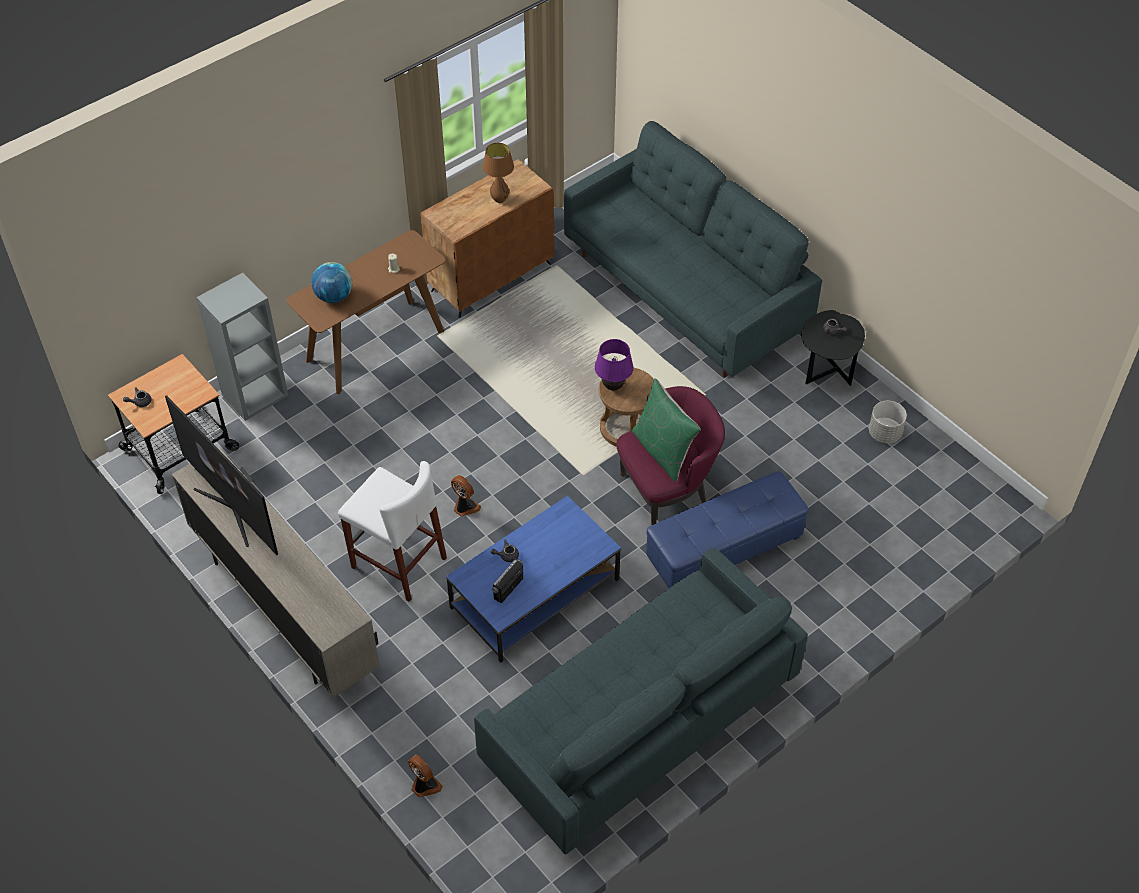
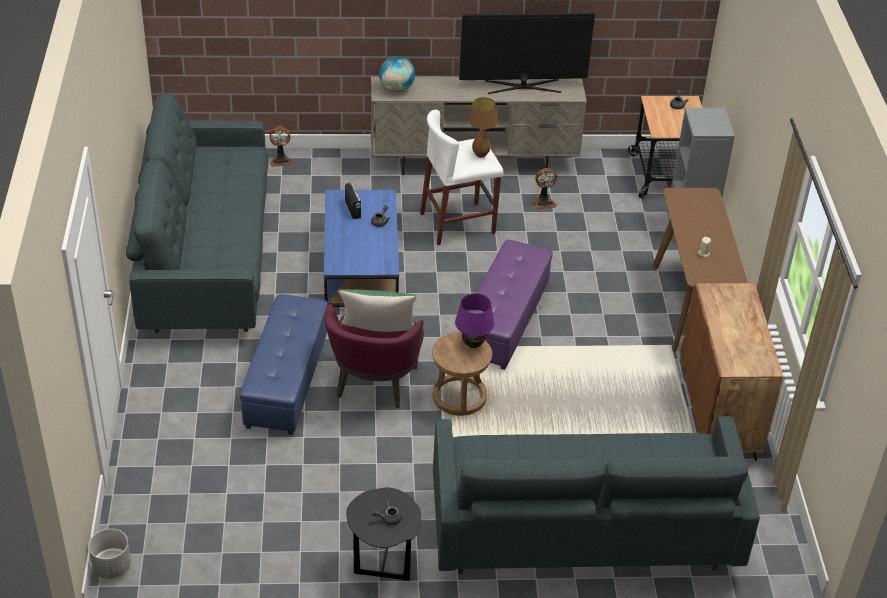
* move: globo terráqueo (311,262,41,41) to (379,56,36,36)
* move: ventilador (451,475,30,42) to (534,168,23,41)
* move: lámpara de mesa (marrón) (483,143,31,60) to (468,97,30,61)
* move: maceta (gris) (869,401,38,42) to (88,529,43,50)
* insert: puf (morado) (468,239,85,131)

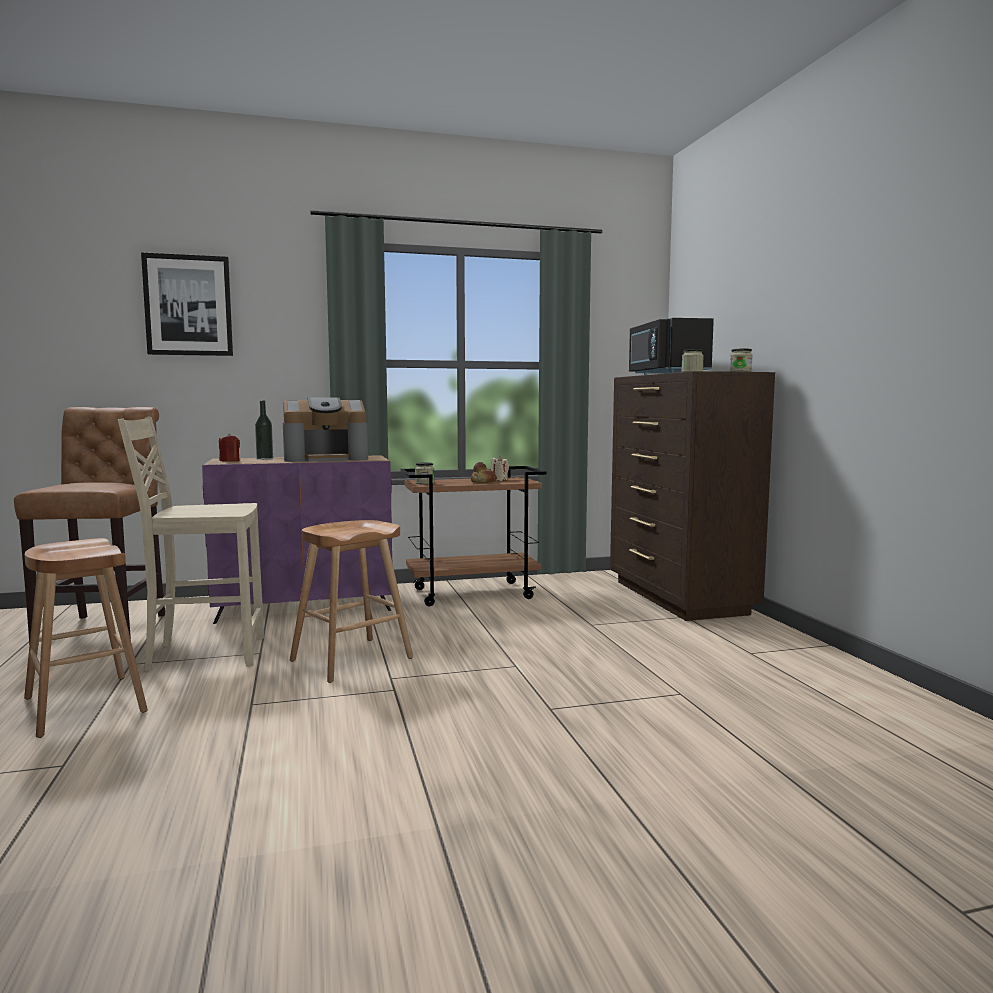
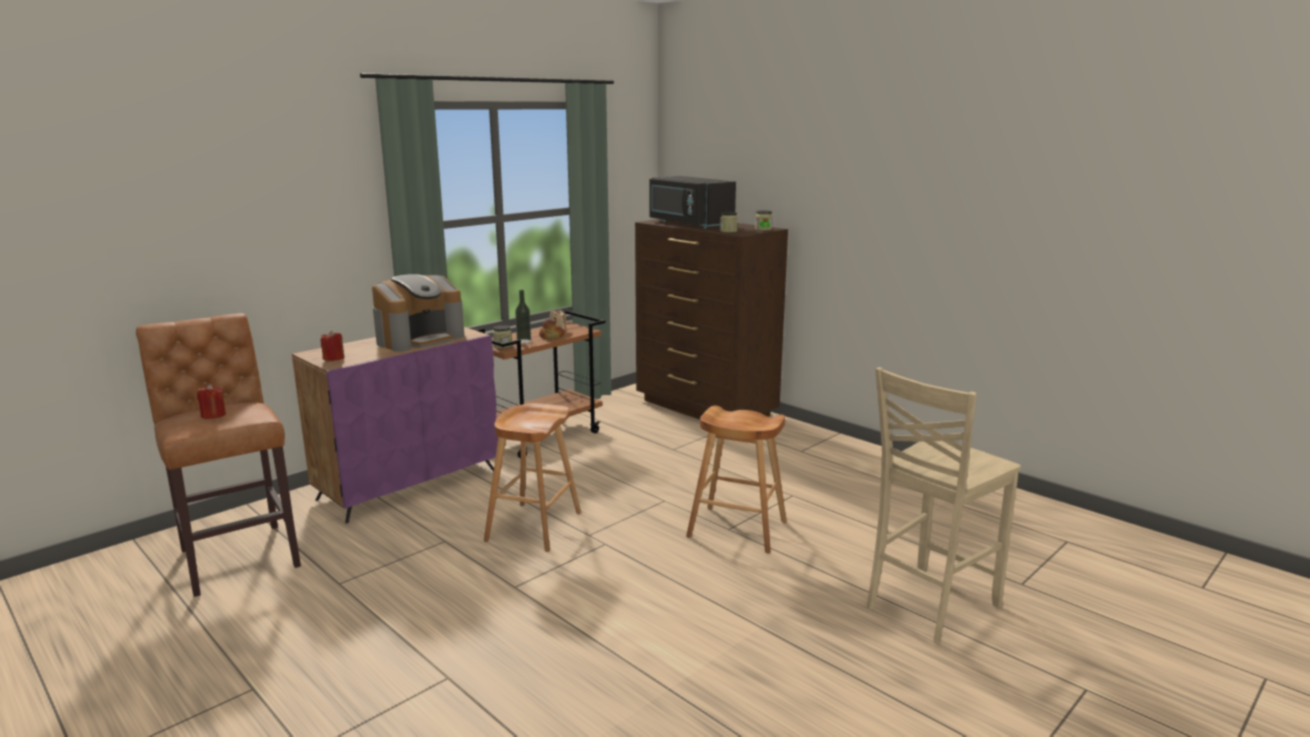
* move: taburete (marrón) (24,538,124,200) to (686,406,101,148)
* move: silla (beis) (118,417,146,254) to (867,367,154,277)
* delete: cuadro (141,252,92,104)
* move: botella (255,400,18,60) to (515,290,16,53)
* insert: vela (rojo) (197,384,29,35)

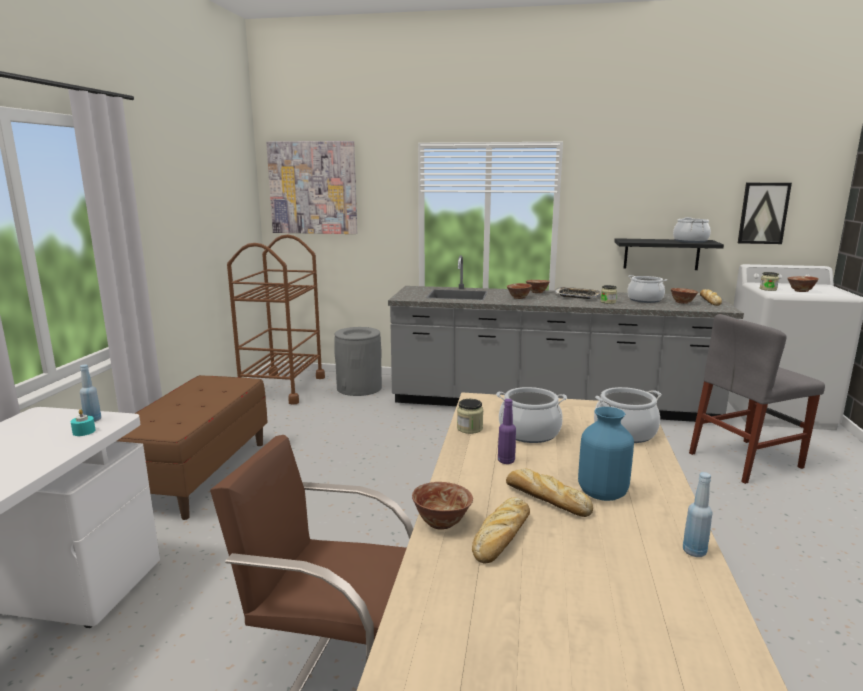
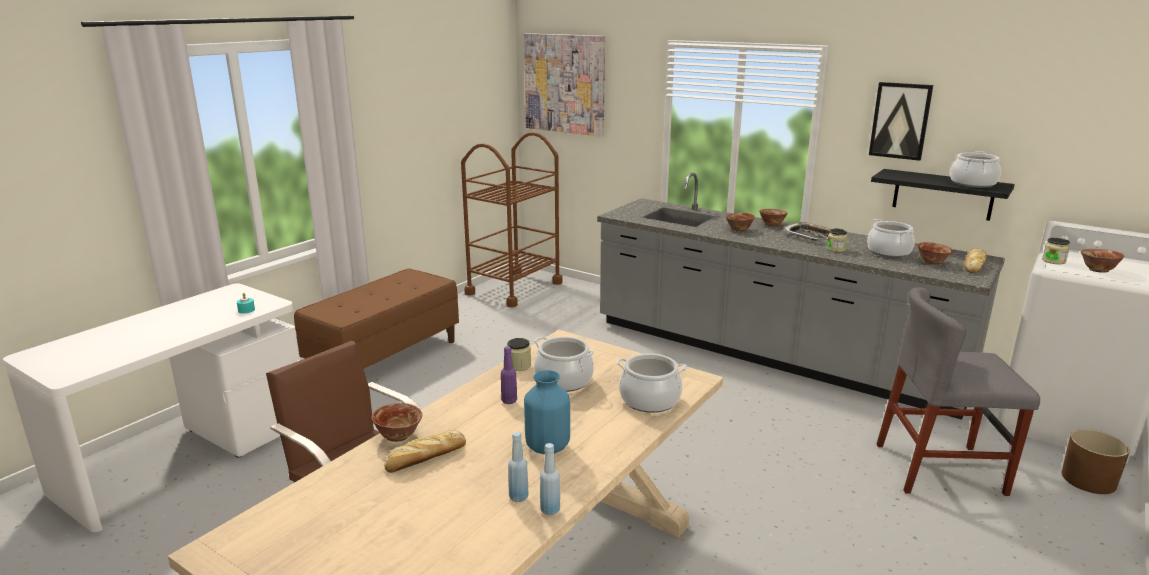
* move: botella (azul) (80,364,21,58) to (508,432,20,70)
* delete: papelera (gris) (334,327,48,69)
* delete: pan (506,468,87,49)
* move: cuadro (738,183,54,61) to (869,82,64,79)
* insert: maceta (marrón) (1062,429,68,65)

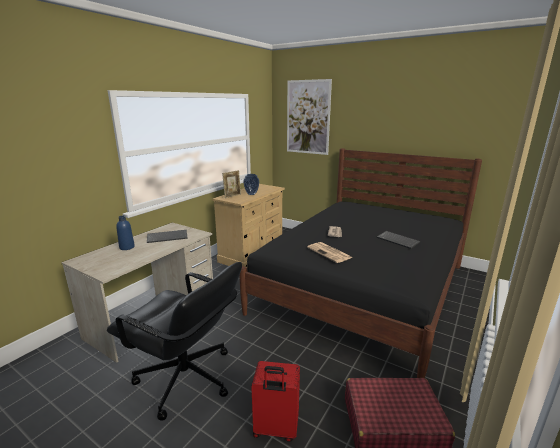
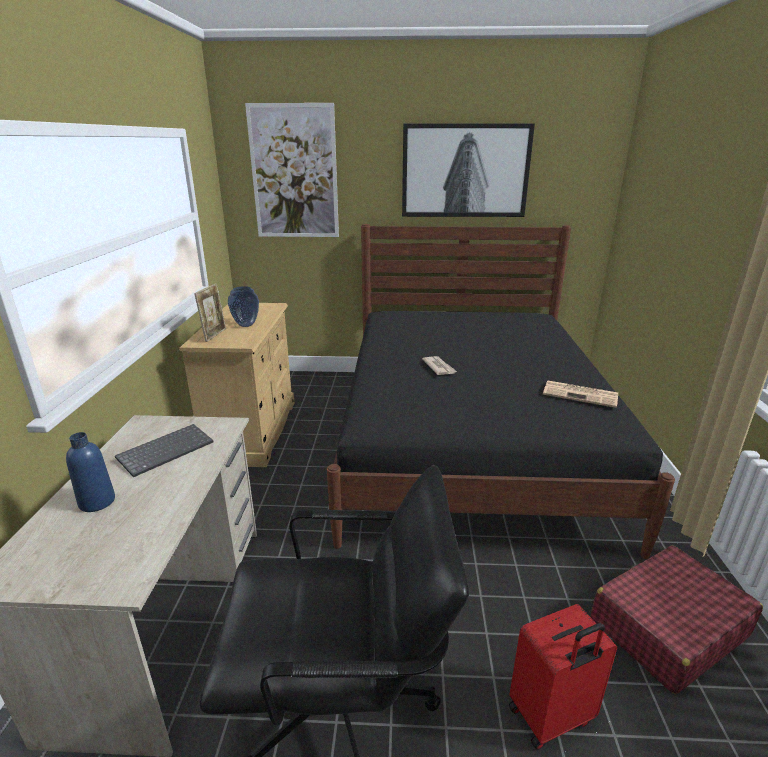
* move: periódico (307,242,46,21) to (543,380,75,28)
* delete: teclado (377,231,43,18)
* insert: cuadro (402,123,133,94)

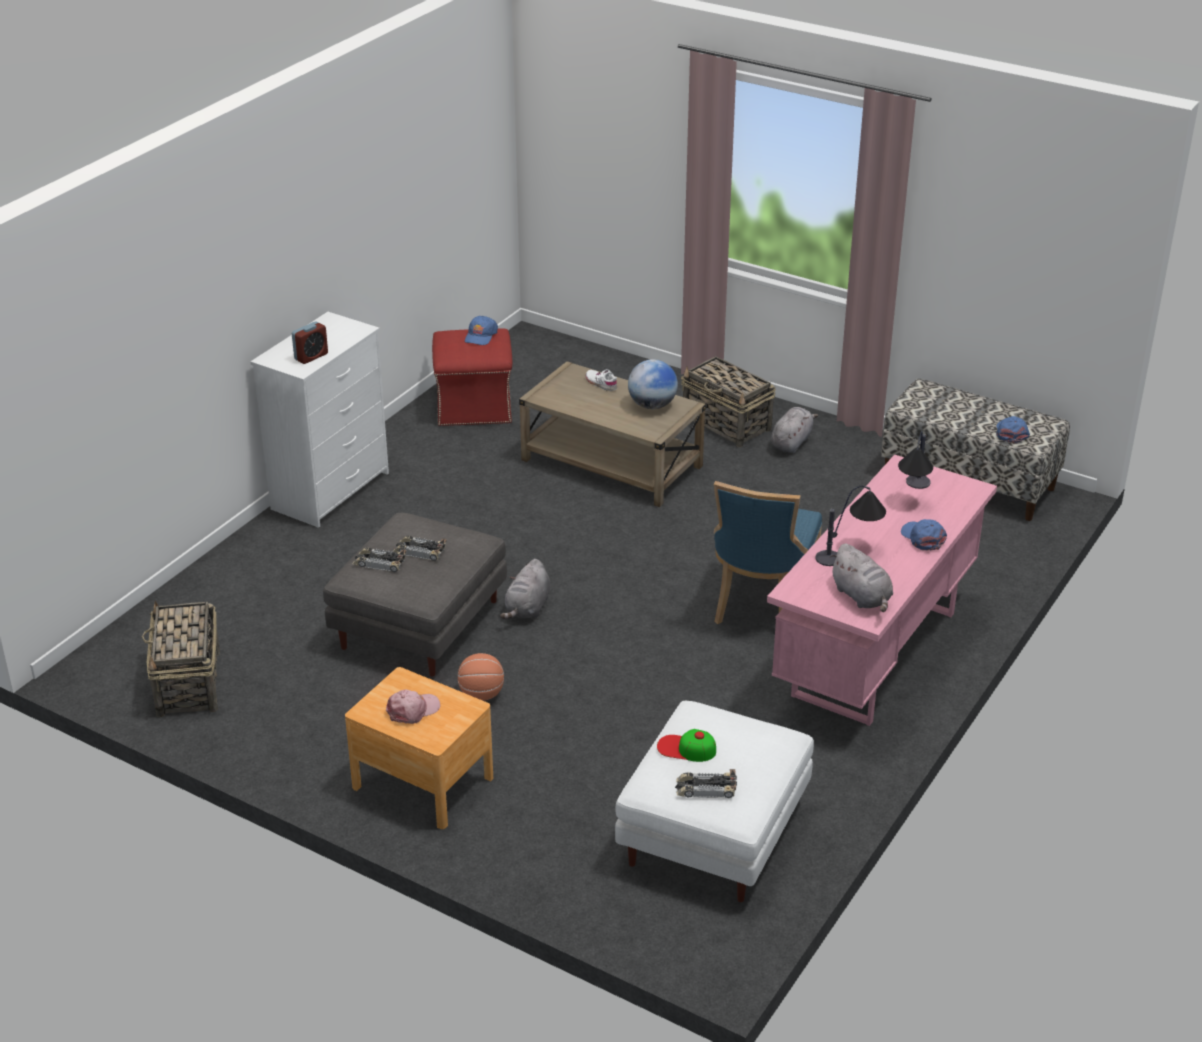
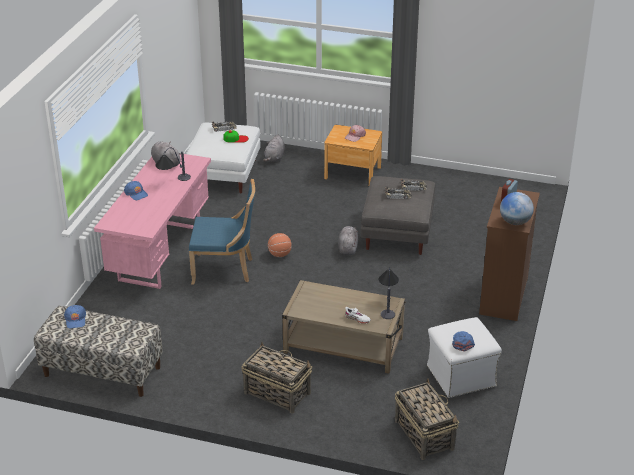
* move: cesta (142,601,78,116) to (395,379,64,81)
* recolor: cómoda (blanco) (250,312,139,216) to cómoda (marrón) (479,187,61,134)
* recolor: puf (rojo) (432,328,80,98) to puf (blanco) (427,317,75,81)
* move: balón de baloncesto (458,653,46,48) to (268,233,24,24)
* move: globo terráqueo (628,359,50,50) to (500,192,34,33)
* rotate: silla (azul) (714,481,108,143) = (189,179,66,106) 90 degrees clockwise
* move: peluche (gris) (771,407,47,46) to (263,134,22,28)
* move: lámpara de mesa (898,431,35,58) to (379,267,20,52)

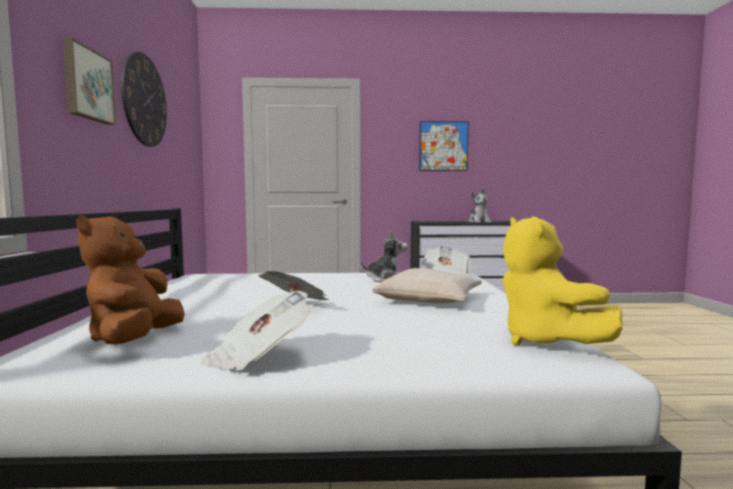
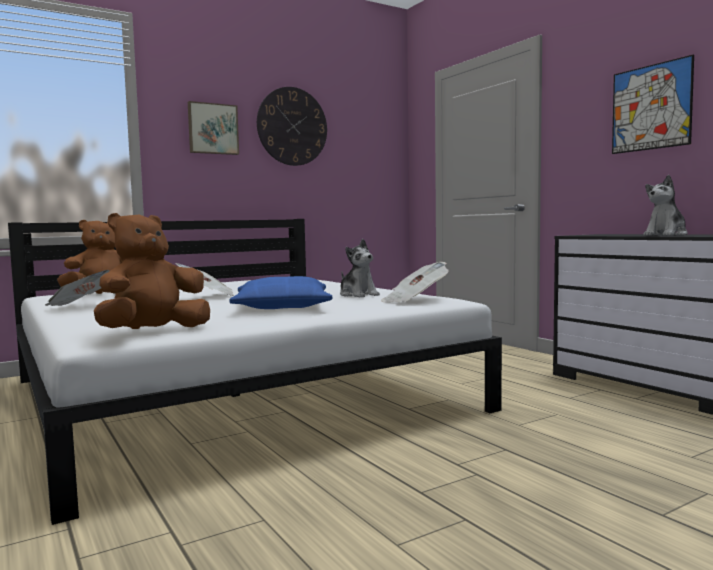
* recolor: cojín (beis) (372,268,110,35) to cojín (azul) (229,276,103,33)
* recolor: peluche (amarillo) (503,216,120,130) to peluche (marrón) (94,213,116,116)

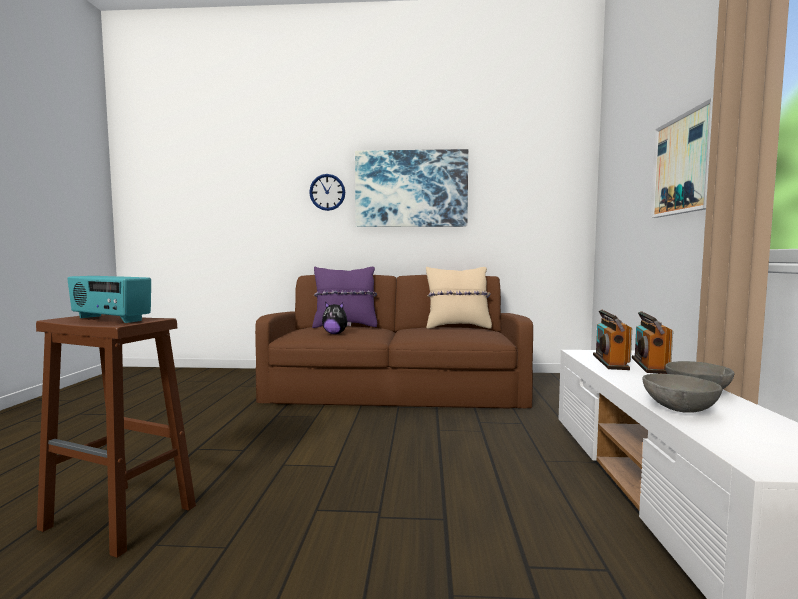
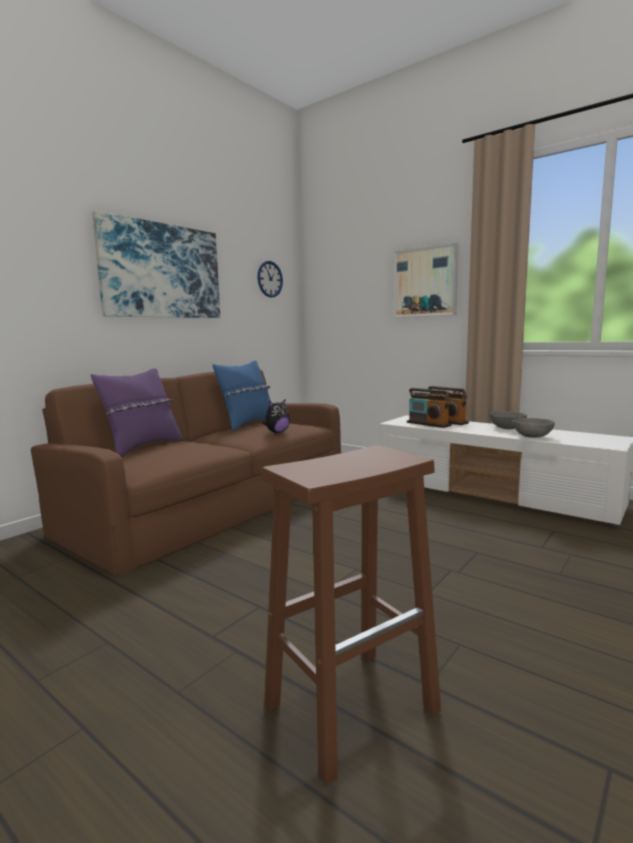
* delete: radio (67,276,84,47)
* move: reloj de pared (309,174,36,37) to (258,261,25,36)
* move: peluche (322,302,29,32) to (262,399,28,34)
* recolor: cojín (beis) (426,267,66,62) to cojín (azul) (213,360,58,71)

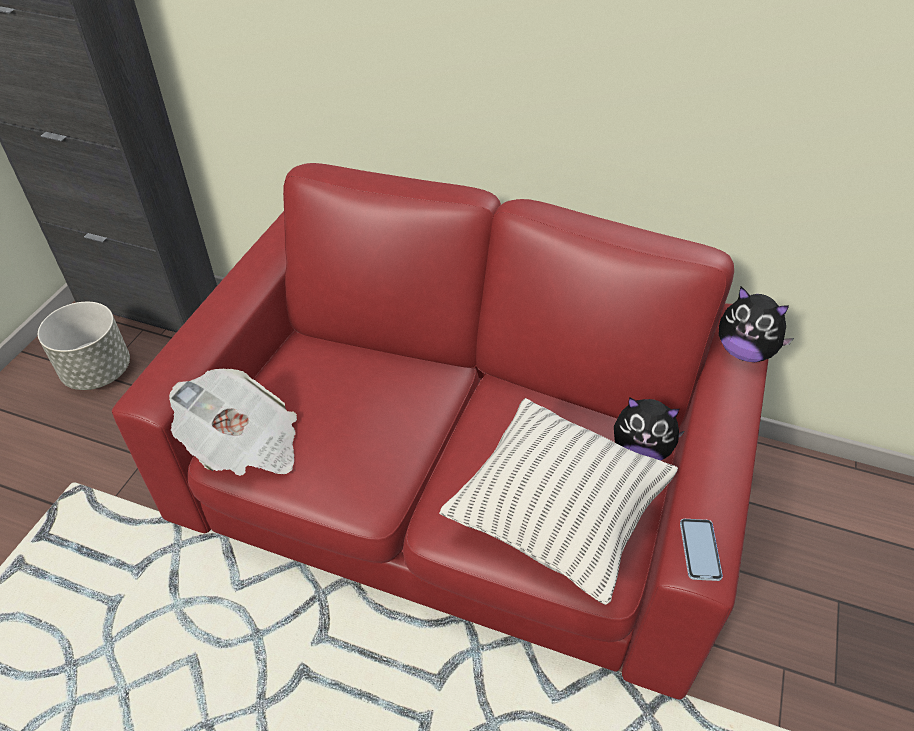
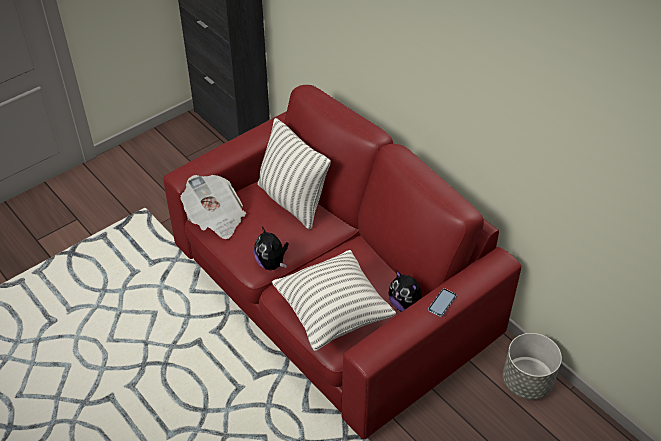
* move: maceta (gris) (38,302,92,88) to (503,333,59,67)
* move: móvil (680,519,43,62) to (428,288,29,29)
* move: peluche (719,286,75,76) to (254,226,34,44)
* insert: cojín (258,118,73,111)

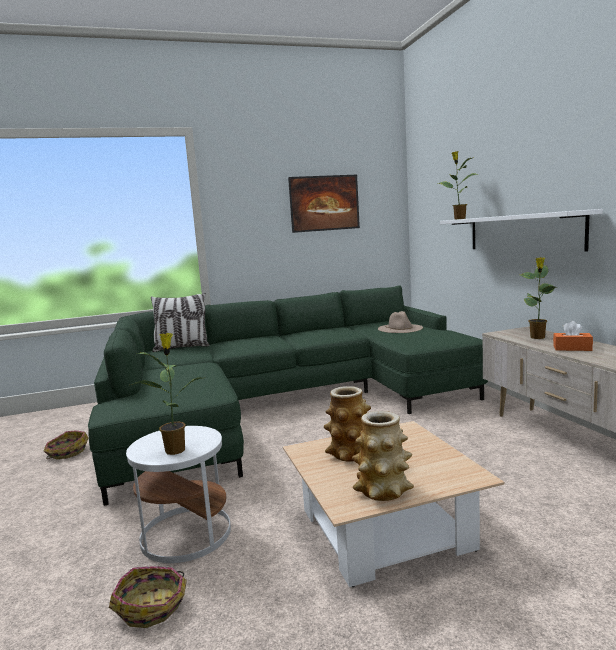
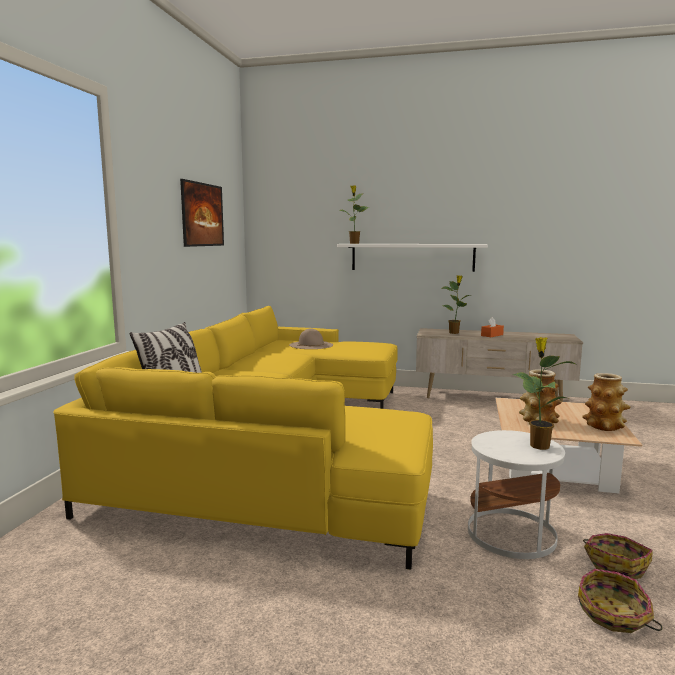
* move: cesta (44,431,44,28) to (578,569,85,64)
* recolor: sofá (verde) (88,286,400,220) to sofá (amarillo) (53,306,380,264)

